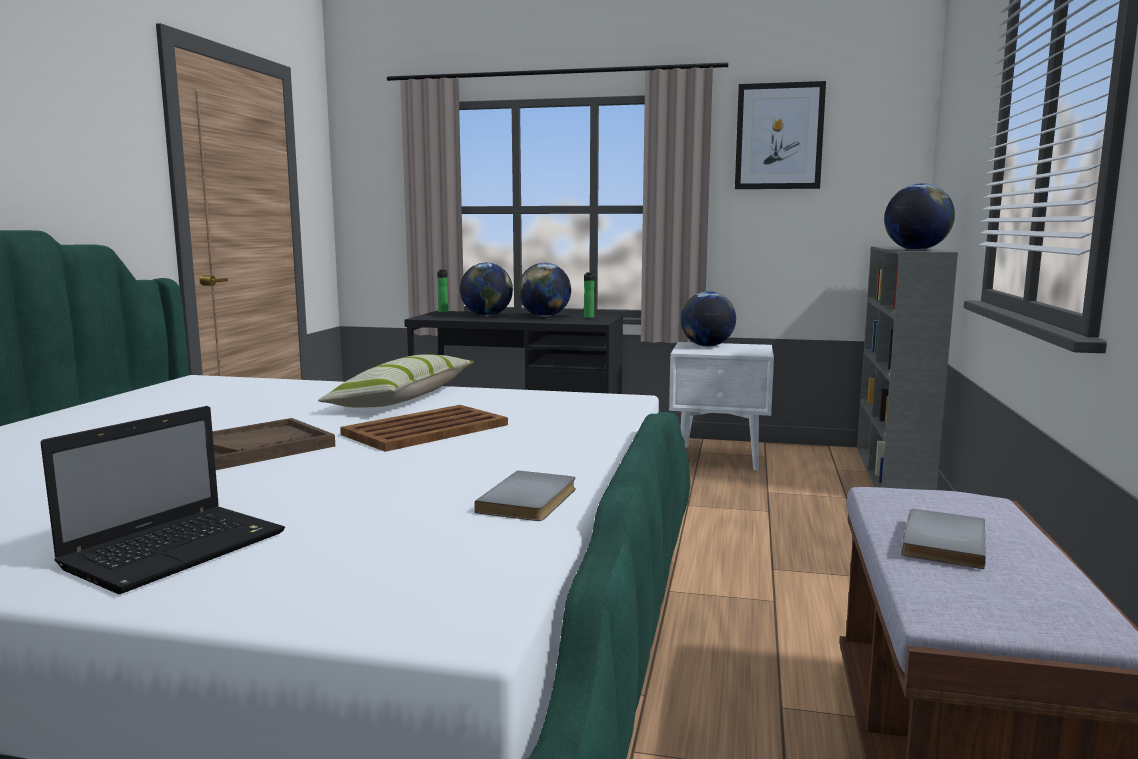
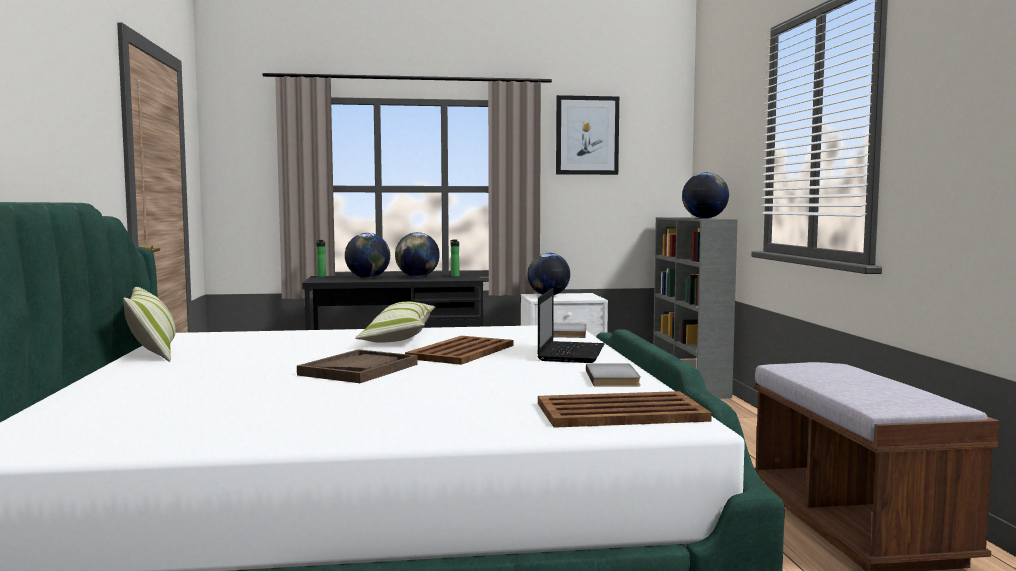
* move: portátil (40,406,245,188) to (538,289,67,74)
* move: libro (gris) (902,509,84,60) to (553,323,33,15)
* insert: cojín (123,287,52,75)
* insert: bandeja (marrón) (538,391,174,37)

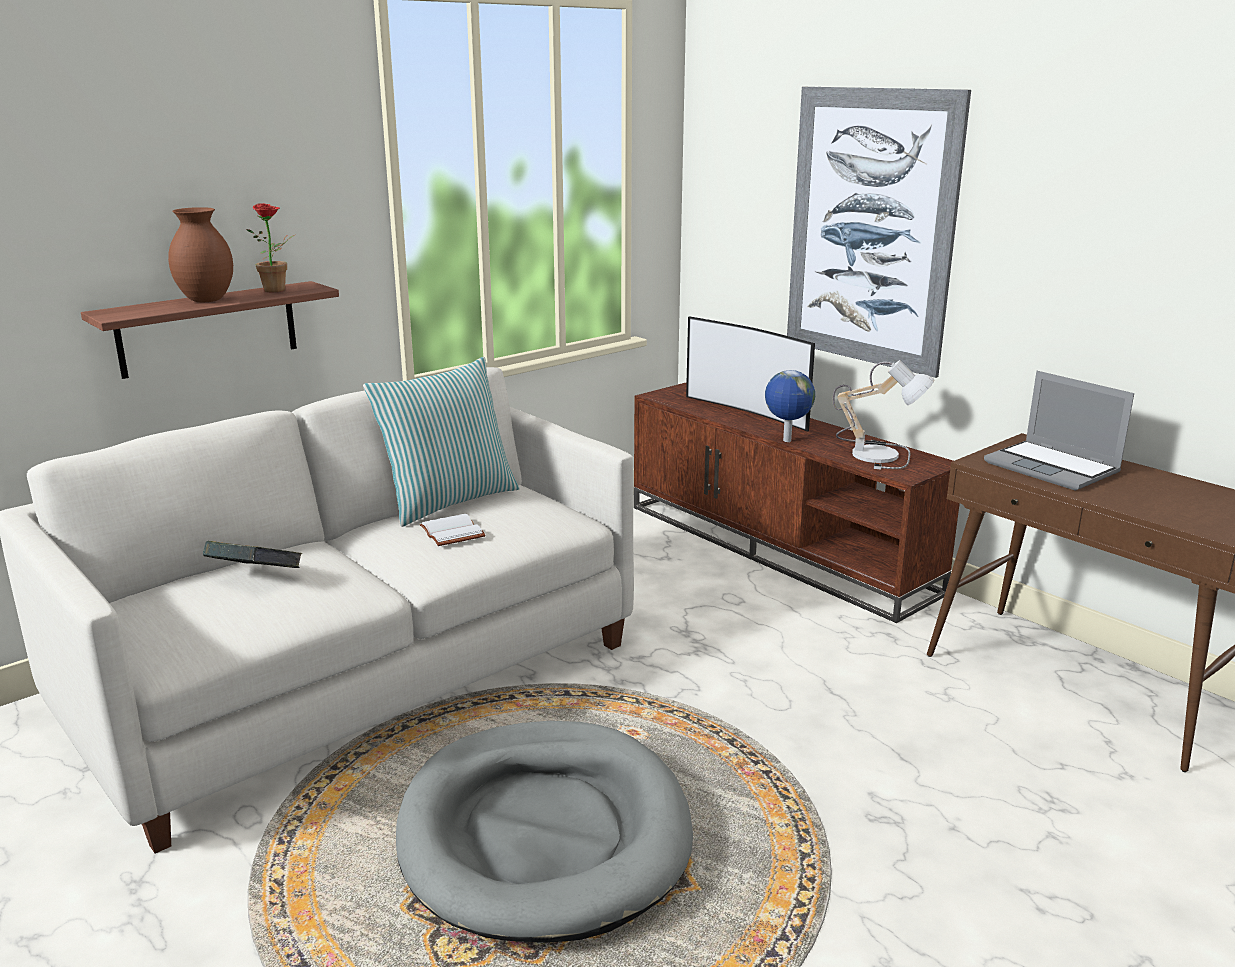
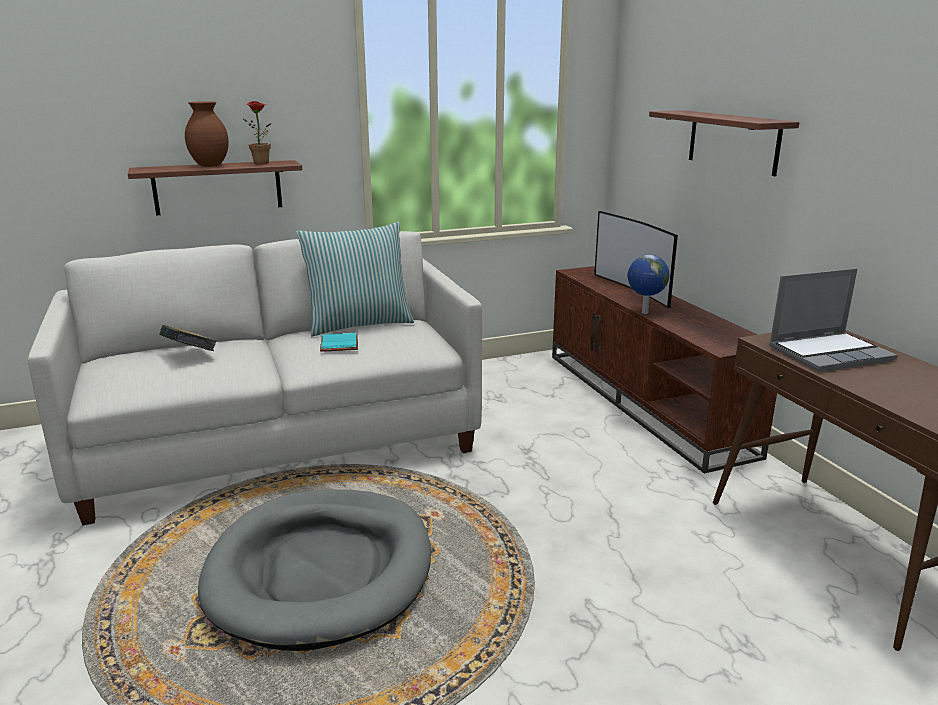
* recolor: libro (blanco) (419,514,67,32) to libro (turquesa) (320,333,38,19)
* replace: cuadro (787,87,184,291) to estante (649,110,150,66)
* delete: lámpara de mesa (833,360,101,110)
* rotate: portátil (984,371,150,120) = (769,269,129,103) 90 degrees counterclockwise

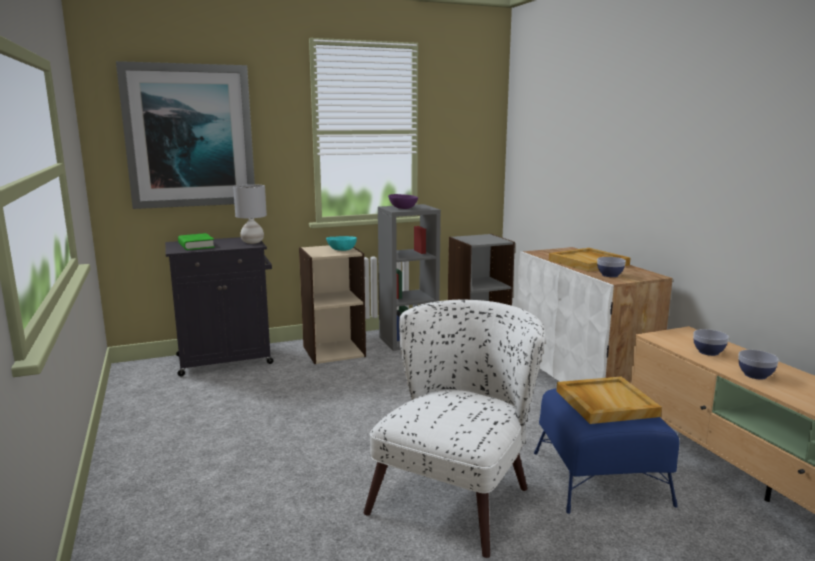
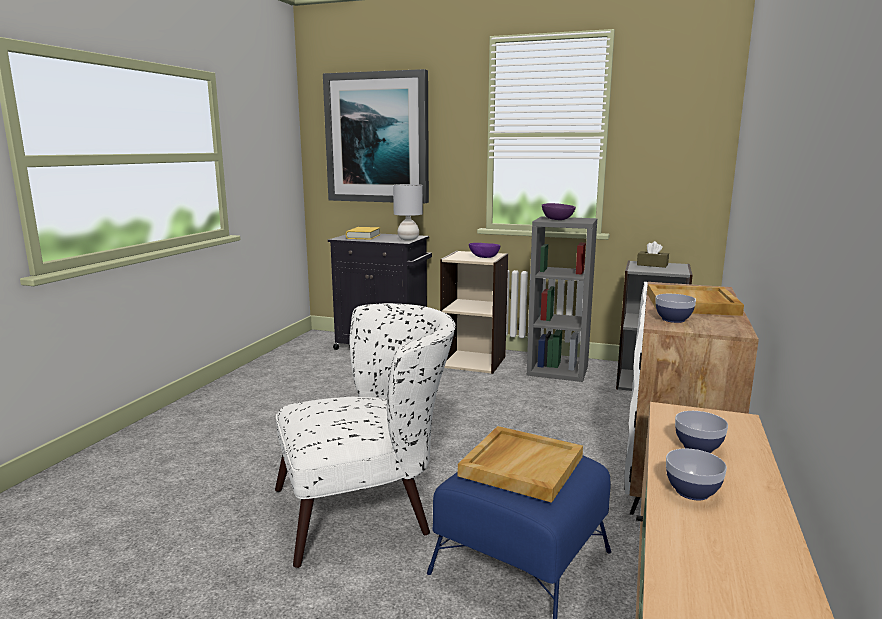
* recolor: libro (verde) (178,233,37,17) to libro (amarillo) (346,227,34,13)
* recolor: cuenco (turquesa) (326,236,31,15) to cuenco (morado) (469,243,31,15)
* insert: caja de pañuelos (marrón) (637,241,32,27)

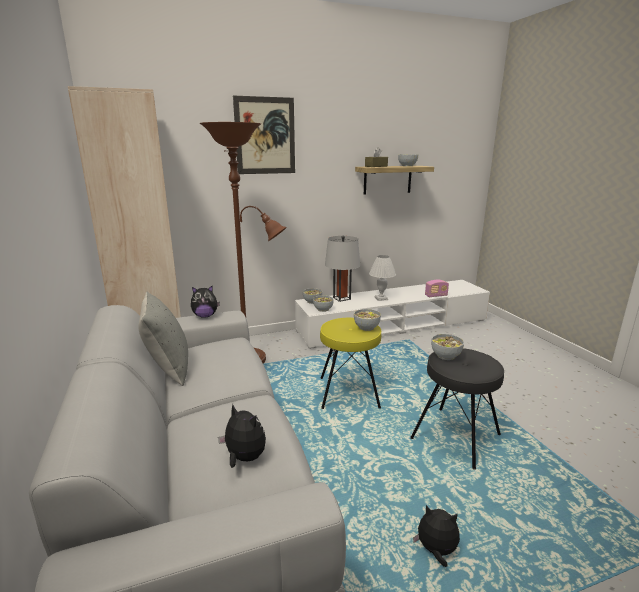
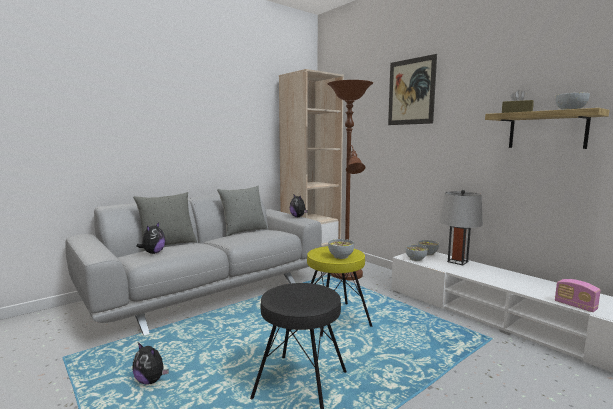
* delete: lámpara de mesa (blanco) (369,255,27,46)
* rotate: peluche (413,505,47,62) = (132,342,37,43) 120 degrees clockwise
* delete: cuenco (431,334,33,26)
* insert: cojín (gris) (133,192,64,59)

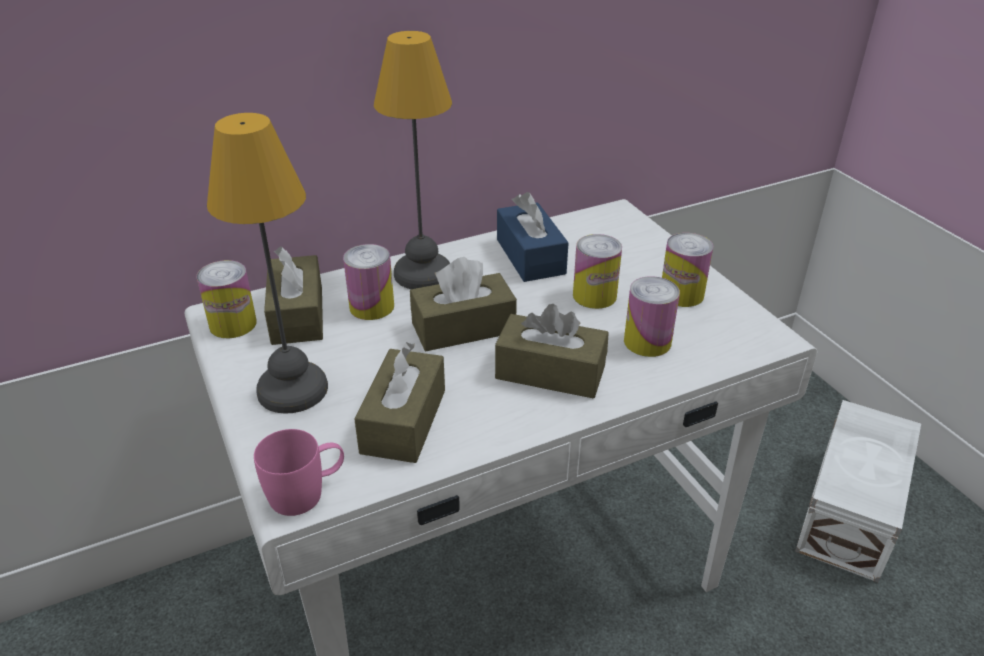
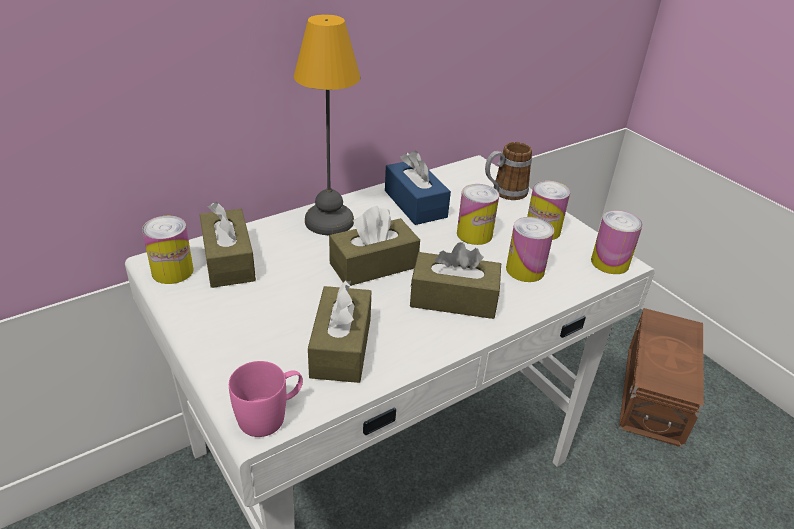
* delete: lámpara de mesa (207,113,121,301)
* move: lata (343,244,51,76) to (591,211,52,63)
* recolor: caja de almacenaje (blanco) (795,400,126,182) to caja de almacenaje (marrón) (619,308,85,140)
* insert: taza grande (485,142,47,58)

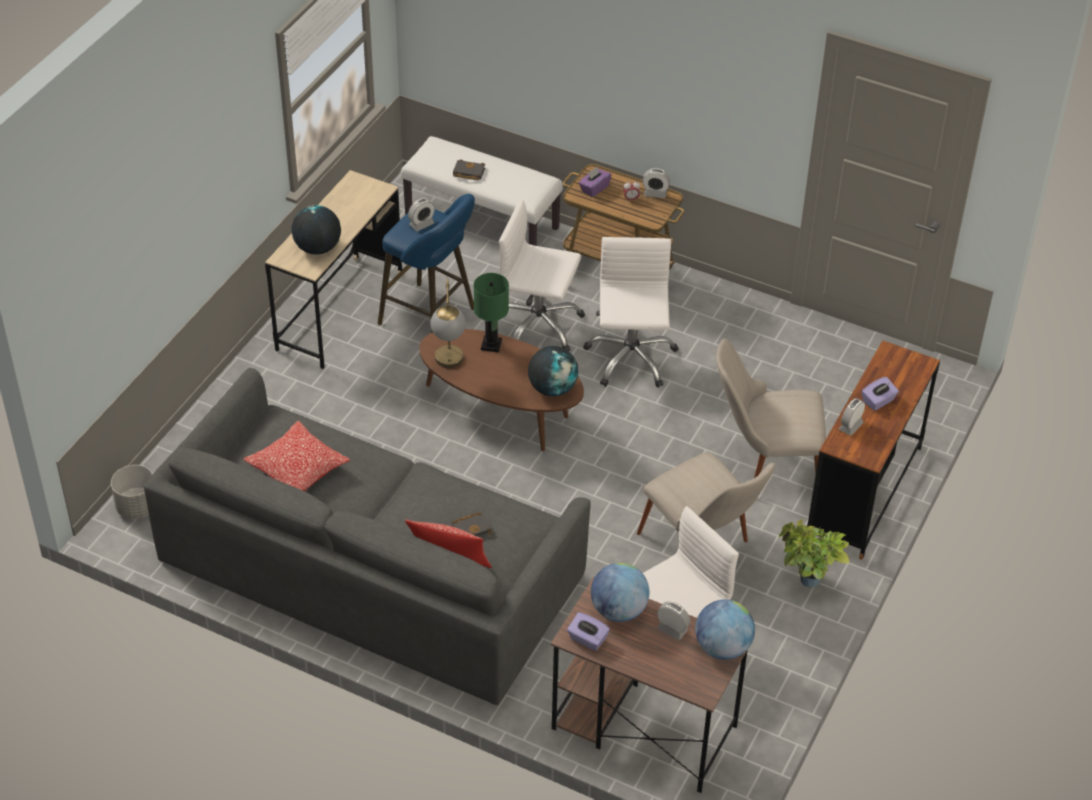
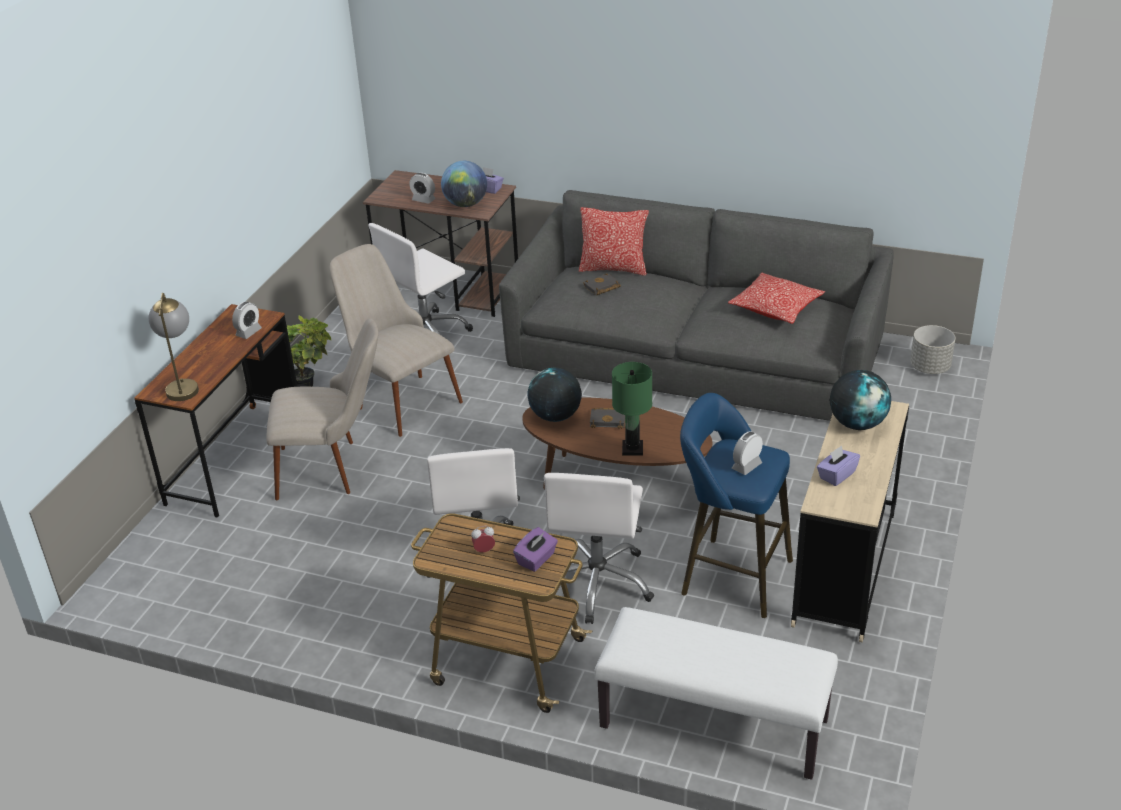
* move: lámpara de mesa (430,278,36,90) to (149,293,50,108)
* move: libro (negro) (453,160,32,21) to (590,408,35,21)
* rotate: silla de oficina (blanco) (499,199,86,152) = (544,473,110,151) 90 degrees clockwise
* delete: despertador (642,168,28,31)
* delete: globo terráqueo (695,599,60,60)
* move: caja de pañuelos (morado) (862,377,37,34) to (817,445,43,41)

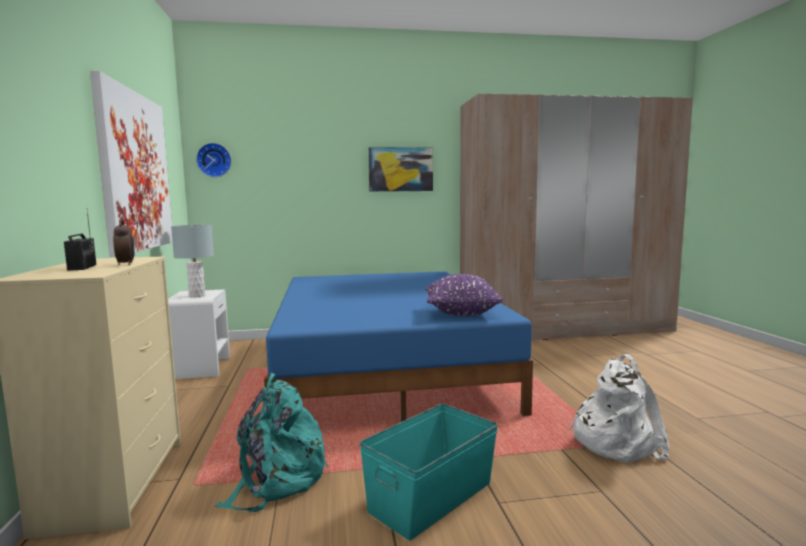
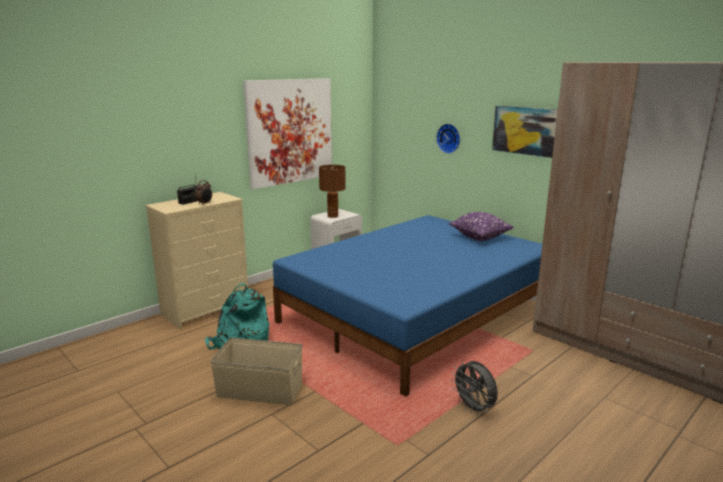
* recolor: lámpara de mesa (gris) (171,225,43,72) to lámpara de mesa (marrón) (319,165,27,53)
* move: reloj de pared (196,143,36,34) to (436,124,24,30)
* recolor: caja de almacenaje (turquesa) (360,403,138,137) to caja de almacenaje (beis) (210,338,92,67)
* move: cojín (morado) (425,274,79,42) to (449,212,65,29)
* delete: mochila (blanco) (568,354,102,109)
* insert: ventilador (gris) (451,361,47,54)

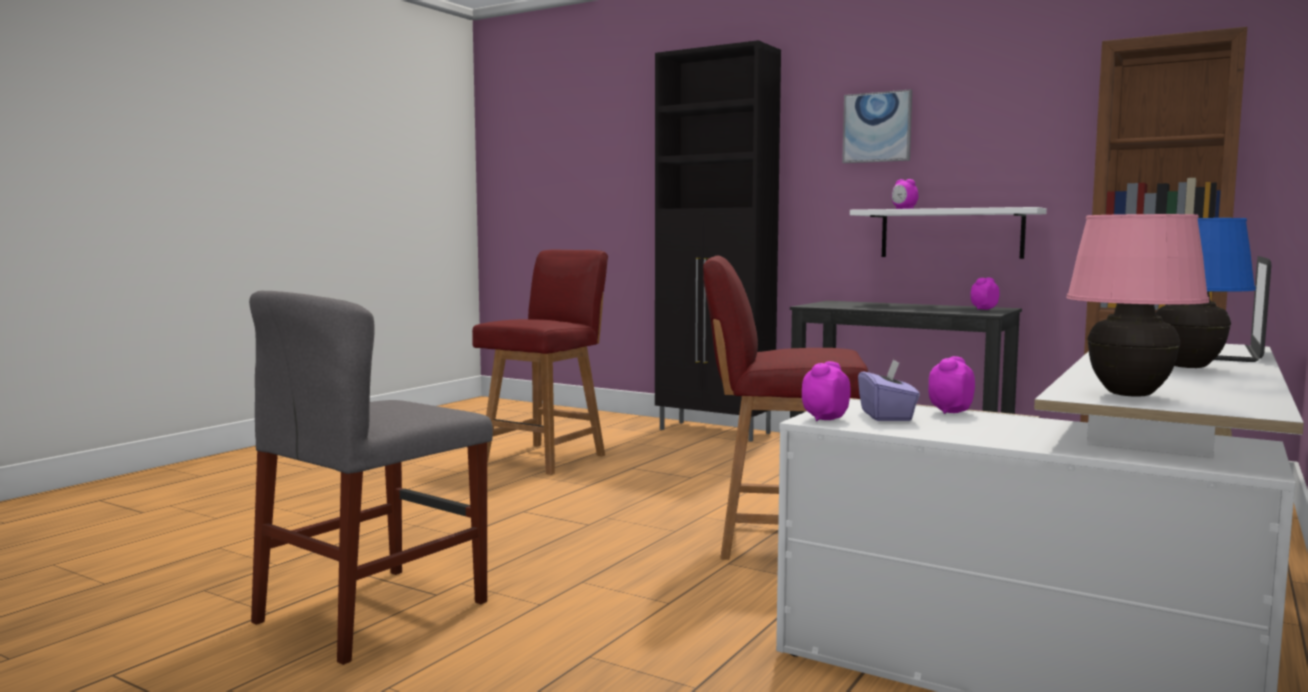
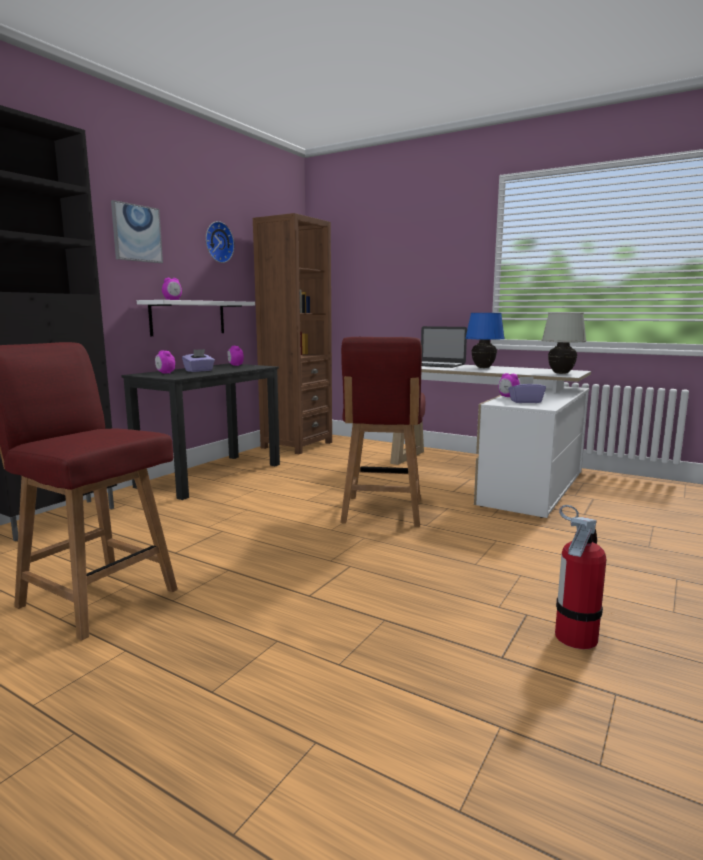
* replace: silla (gris) (249,291,244,374) to extintor (555,505,52,144)
* move: despertador (802,361,49,60) to (155,350,20,24)
* recolor: lámpara de mesa (rosa) (1066,214,143,183) to lámpara de mesa (blanco) (542,313,45,61)
* insert: caja de pañuelos (morado) (182,349,33,23)
* insert: reloj de pared (206,221,28,42)

